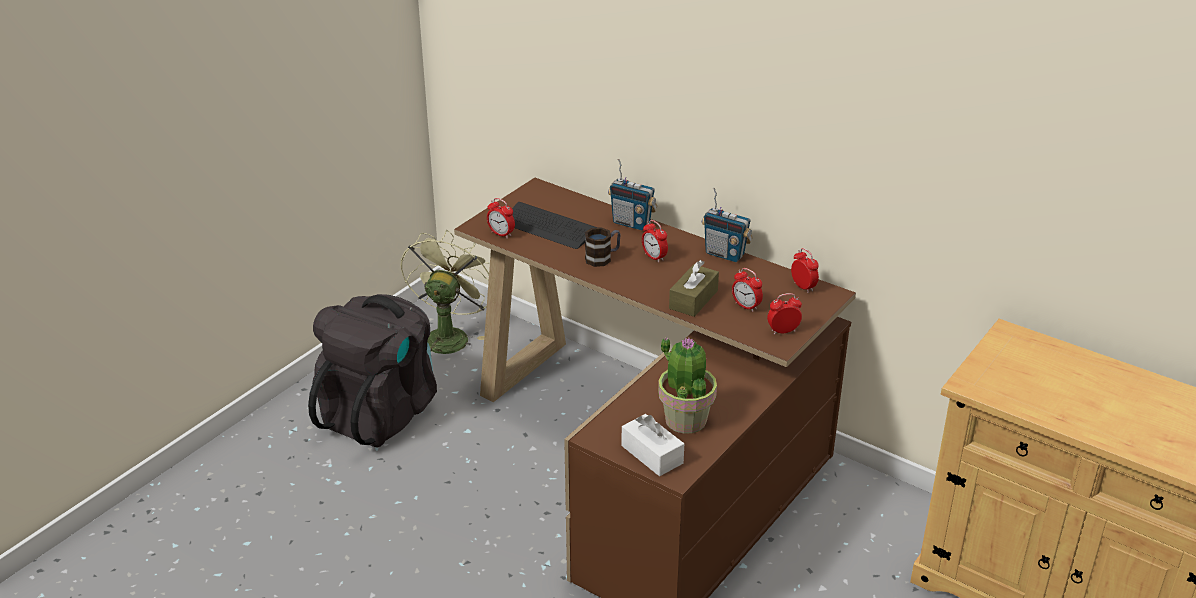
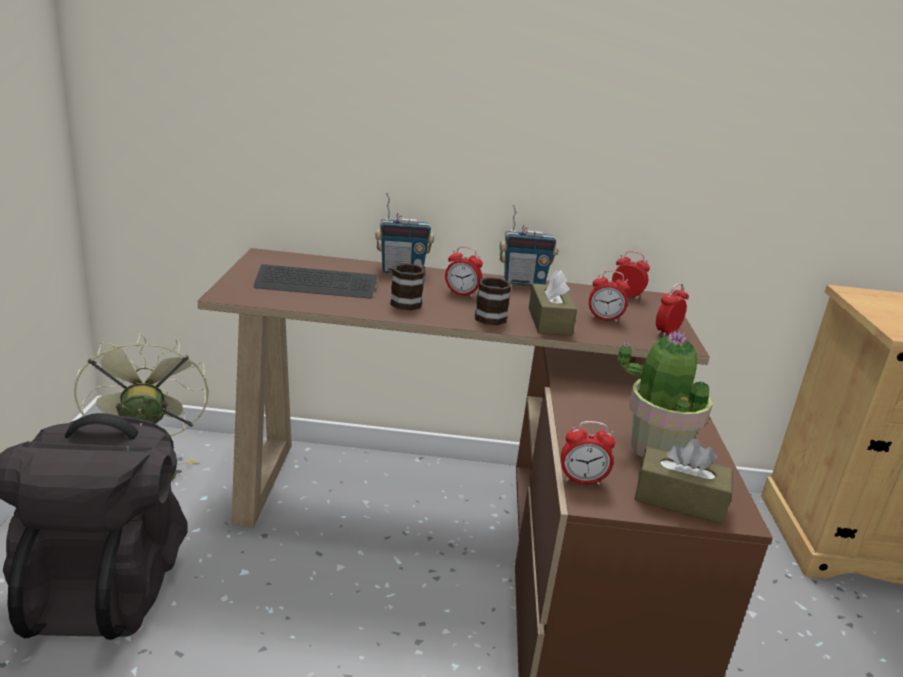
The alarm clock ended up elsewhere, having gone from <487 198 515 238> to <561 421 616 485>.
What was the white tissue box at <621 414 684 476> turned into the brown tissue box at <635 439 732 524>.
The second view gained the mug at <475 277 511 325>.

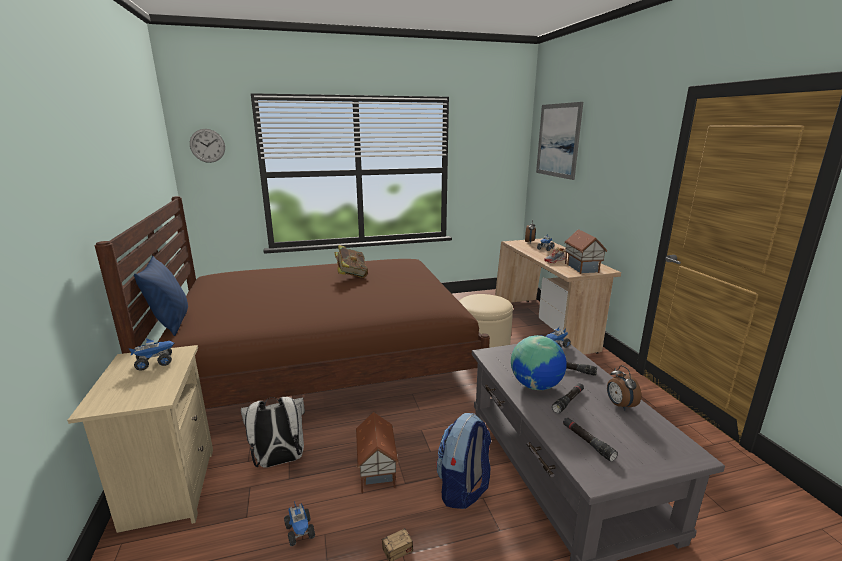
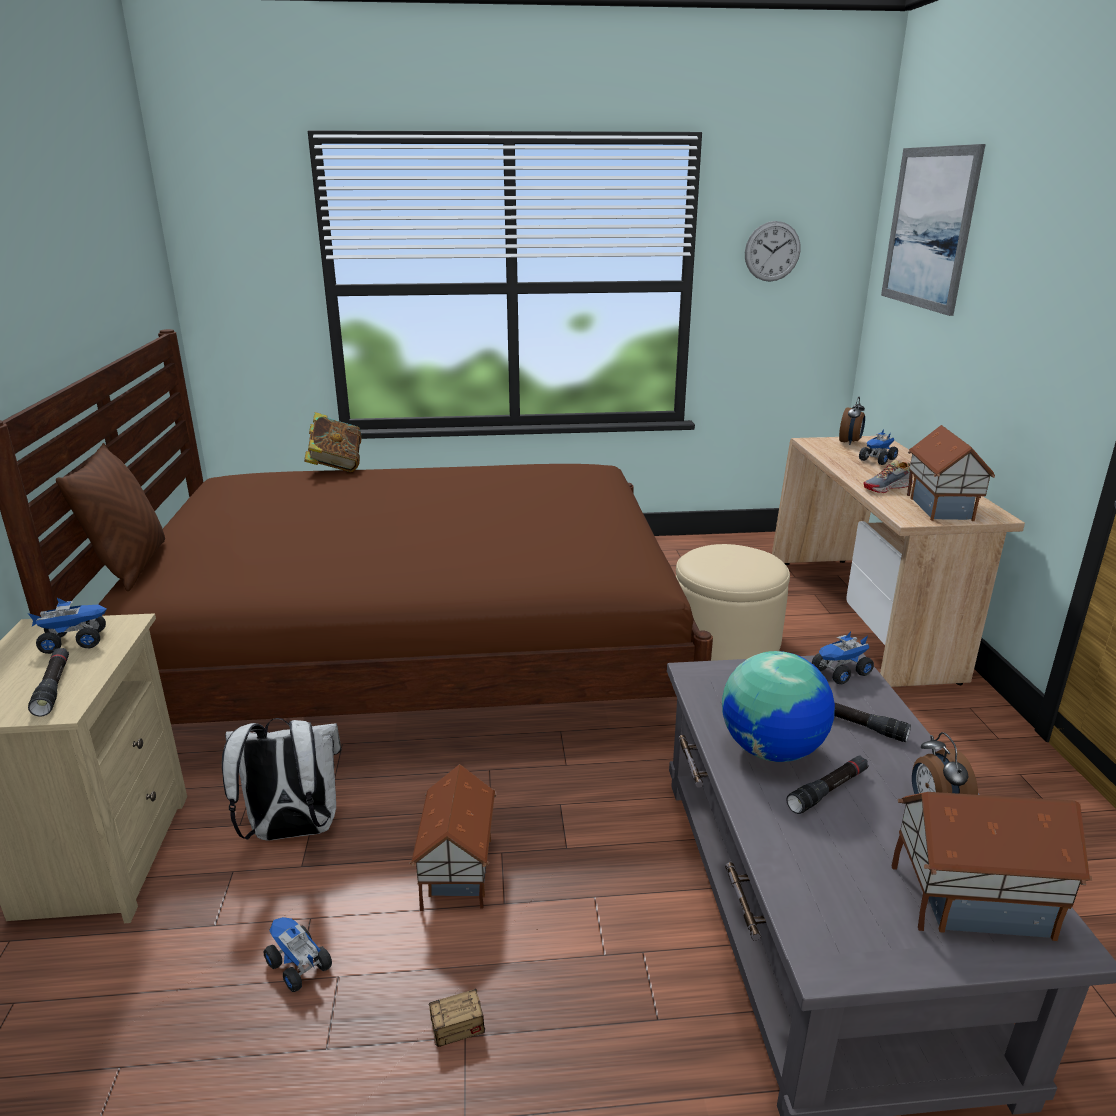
The wall clock ended up elsewhere, having gone from <190 129 225 163> to <745 221 801 282>.
The book ended up elsewhere, having gone from <335 245 368 278> to <304 412 362 472>.
What was the blue pillow at <134 256 188 336> turned into the brown pillow at <56 443 165 591>.
The second view lost the backpack at <436 413 491 509>.
The black flashlight ended up elsewhere, having gone from <563 418 618 462> to <28 648 69 717>.
The toy truck at <284 501 315 546> ended up facing another way, 150 degrees clockwise from before.
The second view gained the toy house at <892 792 1093 941>.

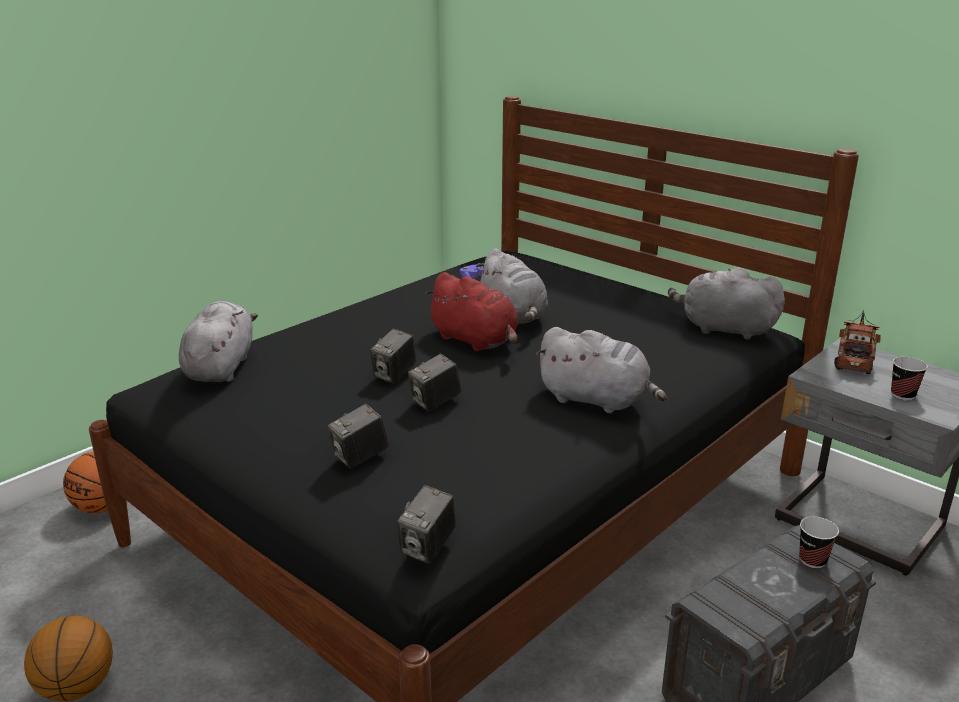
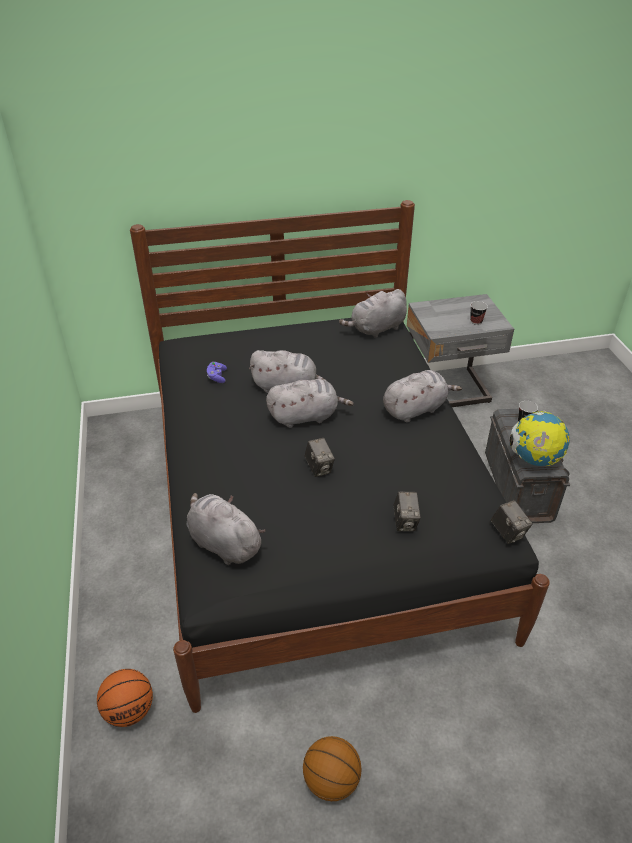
What was the red plush toy at <425 272 518 351> turned into the grey plush toy at <266 379 354 428>.
The second view lost the toy truck at <834 310 881 374>.
The second view lost the photo camera at <408 354 461 412>.
The second view gained the globe at <510 411 570 466>.

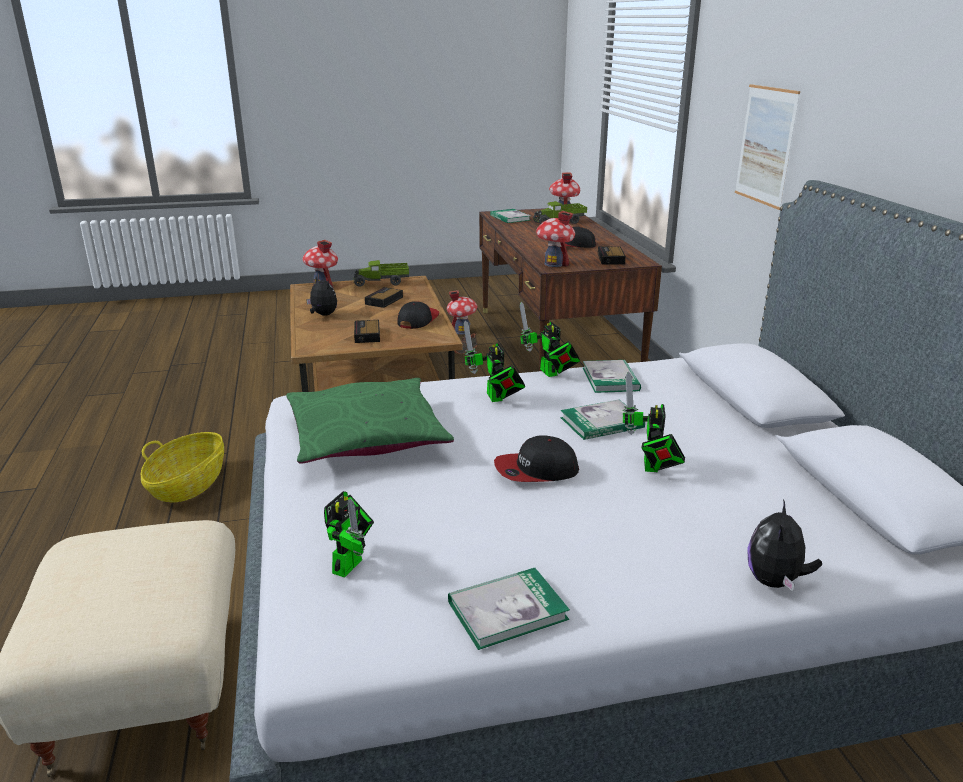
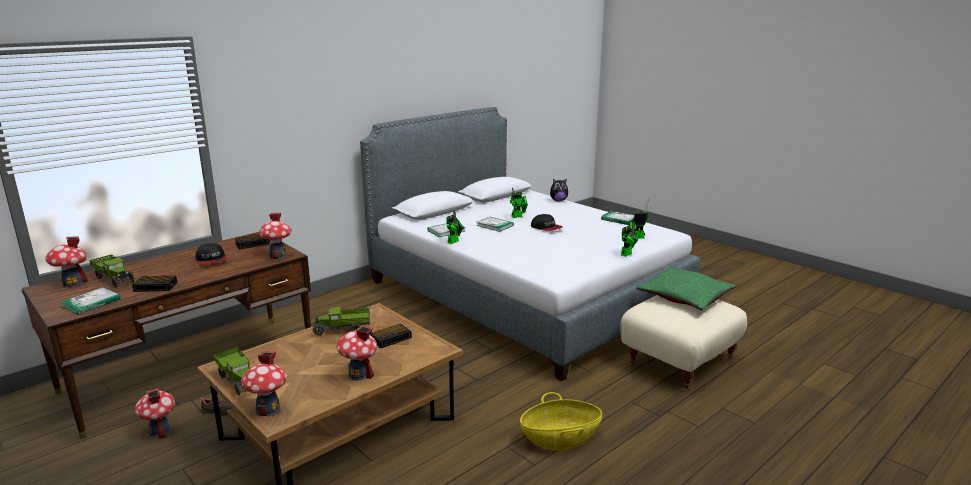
The second view lost the picture at <735 84 800 210>.
Where the plush toy stood at <306 276 337 316>, the toy house came to stand at <337 325 377 380>.
The alarm clock ended up elsewhere, having gone from <365 287 403 308> to <132 276 177 292>.
Where the cap stood at <397 301 439 329>, the toy truck came to stand at <313 307 370 335>.
The toy robot ended up elsewhere, having gone from <463 320 525 402> to <621 222 638 257>.
The green pillow ended up elsewhere, having gone from <286 378 454 464> to <636 267 736 310>.

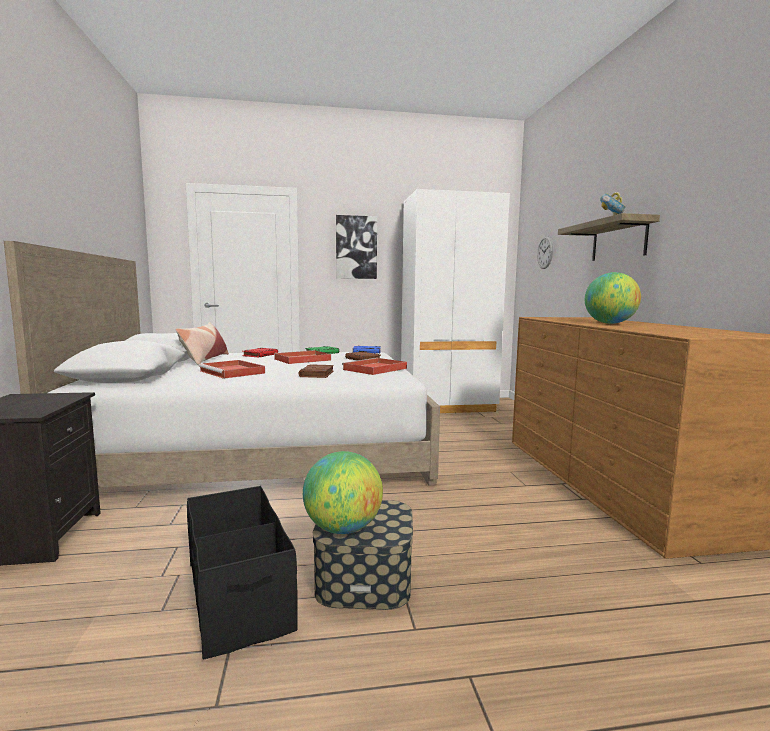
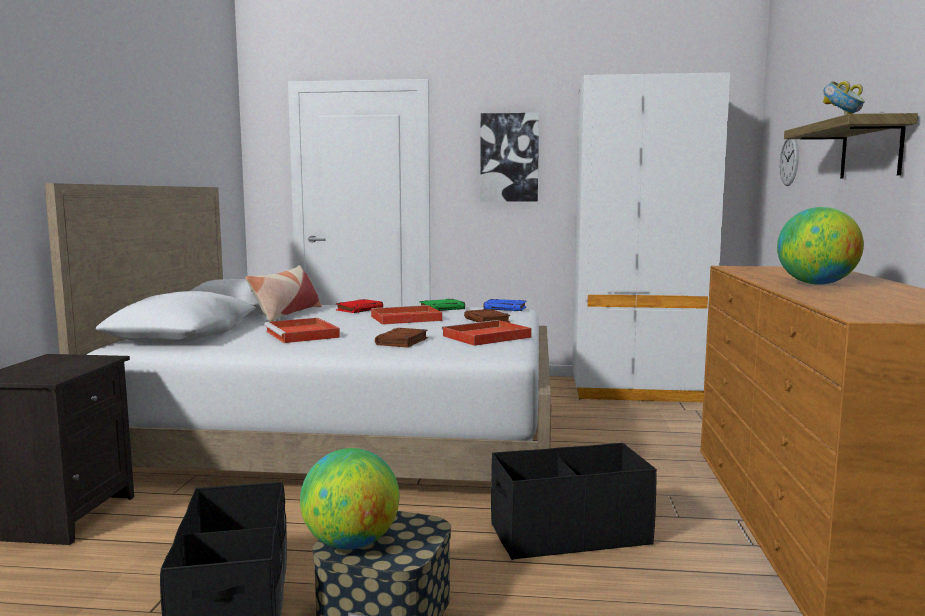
The second view gained the black storage box at <491 443 657 560>.

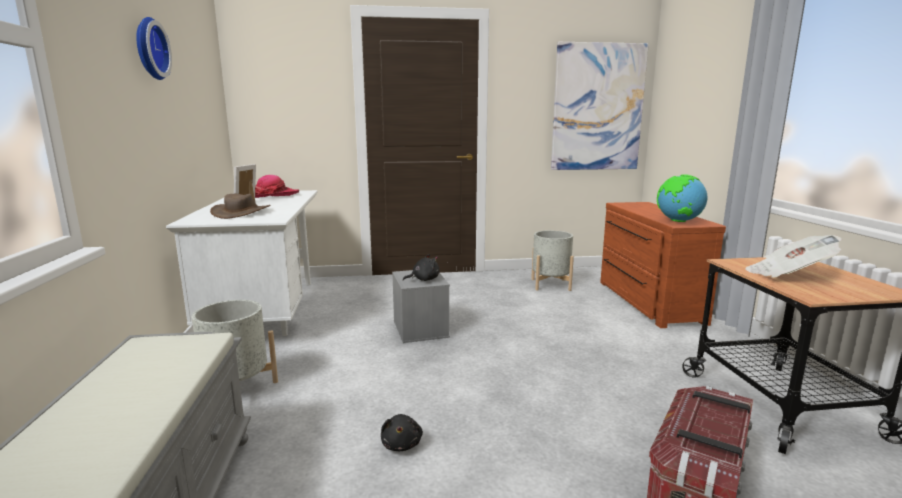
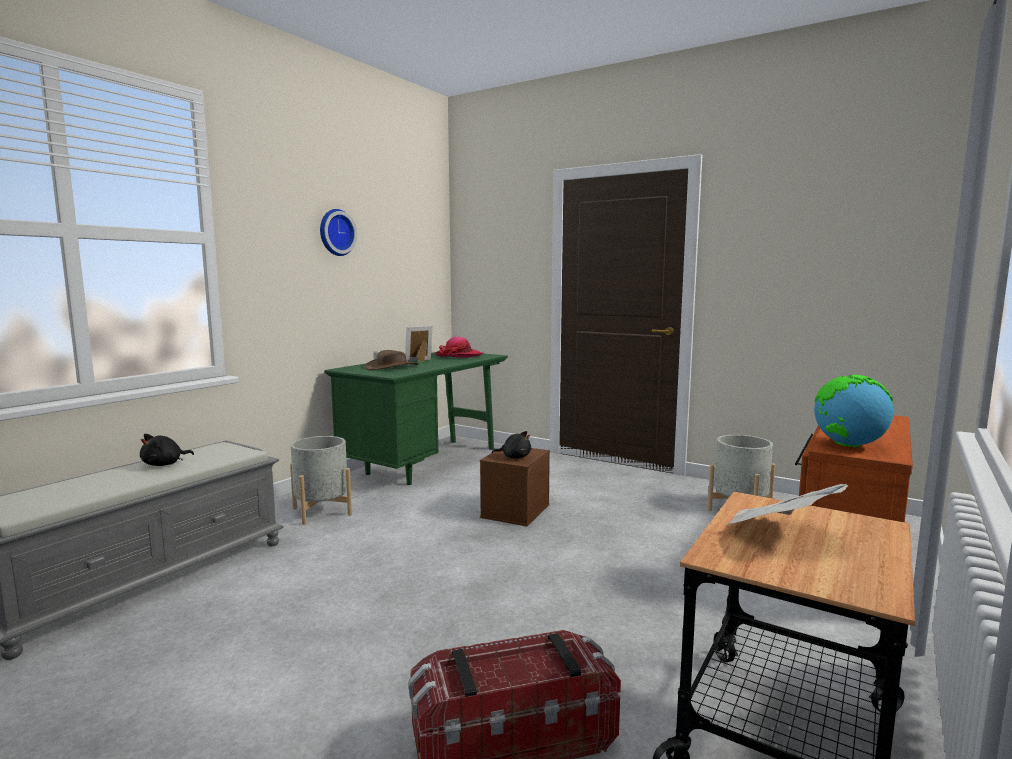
The second view lost the picture at <551 42 649 170>.
What was the white desk at <166 190 318 336> turned into the green desk at <324 352 508 485>.
What was the grey storage box at <392 270 450 343> turned into the brown storage box at <480 448 550 526>.
The black plush toy ended up elsewhere, having gone from <381 414 423 451> to <140 434 194 466>.

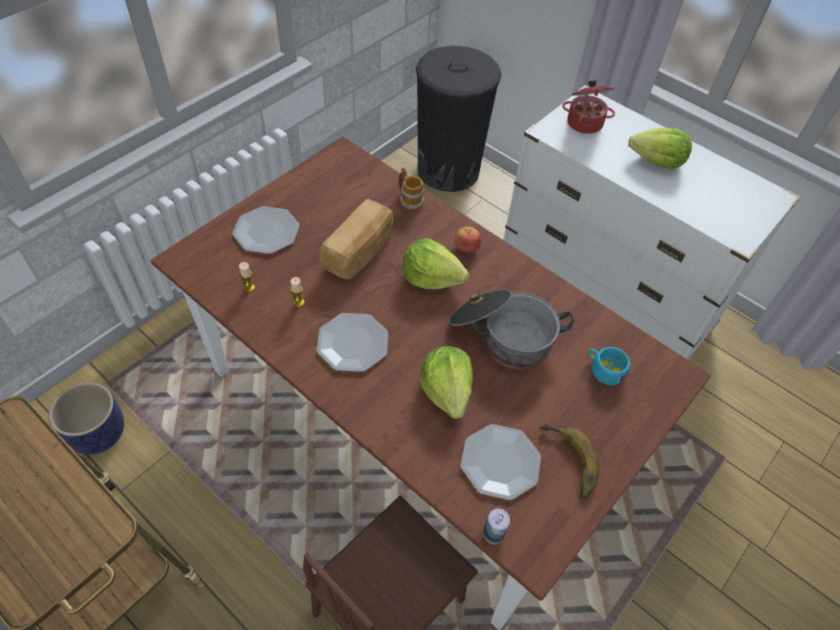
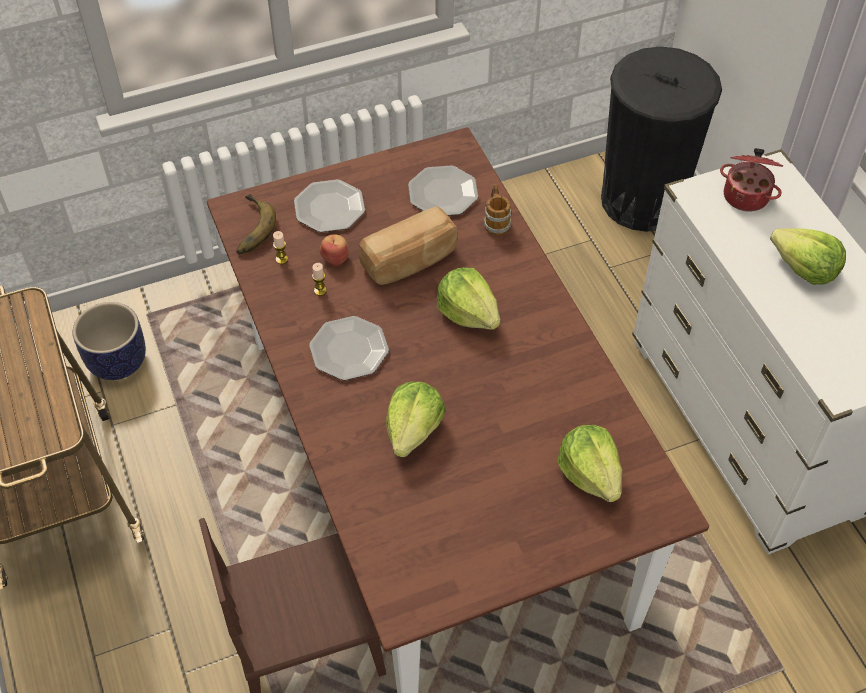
The apple ended up elsewhere, having gone from <455 226 481 254> to <320 234 349 266>.
The second view lost the cooking pot at <449 290 574 367>.
Where the turquoise cup stood at <588 347 630 385>, the lettuce came to stand at <558 425 622 502>.
The plate ended up elsewhere, having gone from <460 424 541 500> to <408 165 478 215>.
The banana ended up elsewhere, having gone from <540 424 600 499> to <236 194 276 255>.
The second view lost the can at <483 508 510 544>.

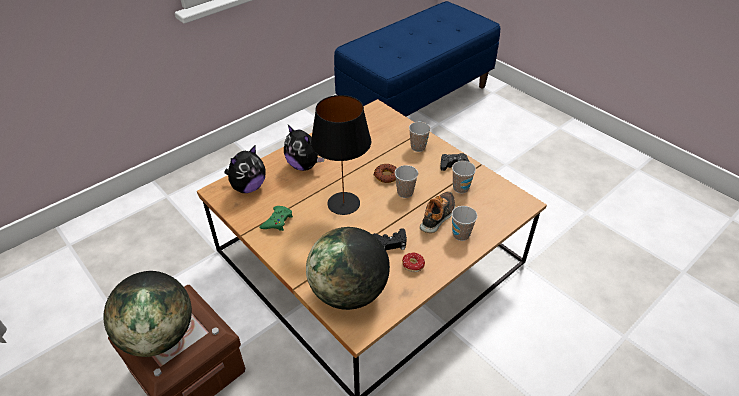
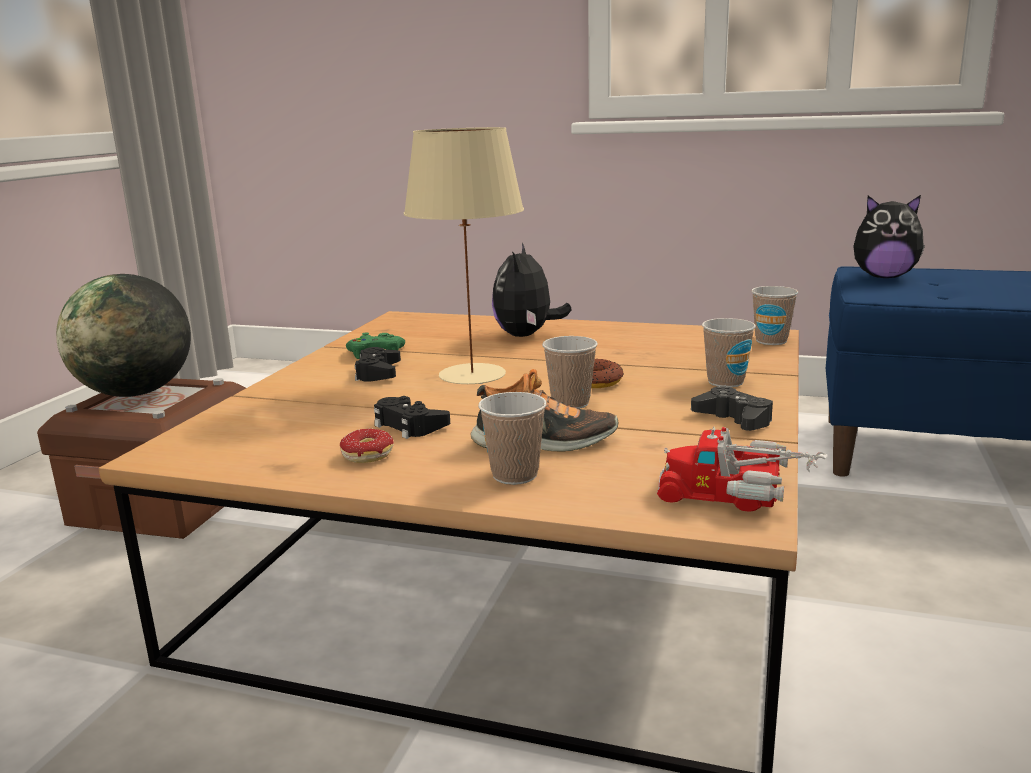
What was the black table lamp at <311 95 371 215> turned into the beige table lamp at <404 127 524 384>.
The plush toy ended up elsewhere, having gone from <225 145 266 193> to <853 195 925 278>.
The cup ended up elsewhere, having gone from <452 161 476 193> to <751 286 798 345>.
The second view lost the globe at <306 227 390 310>.
The second view gained the black game controller at <355 347 401 382>.
The second view gained the toy truck at <657 426 826 512>.

